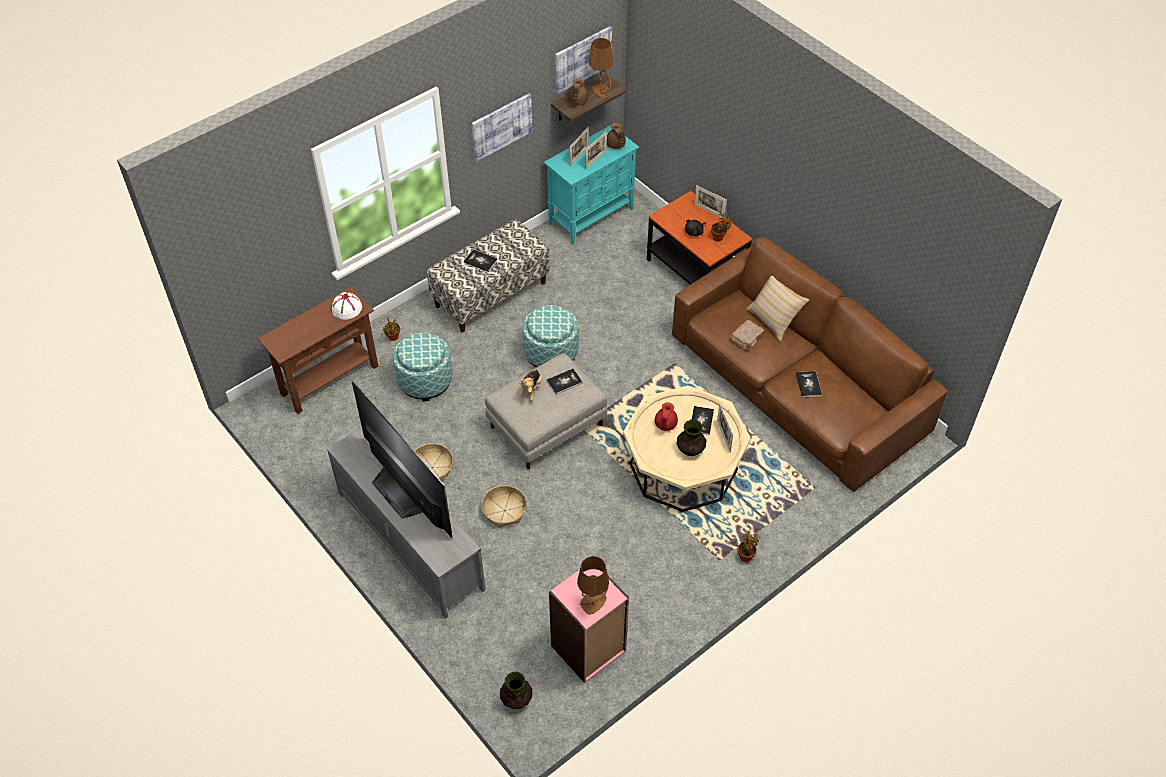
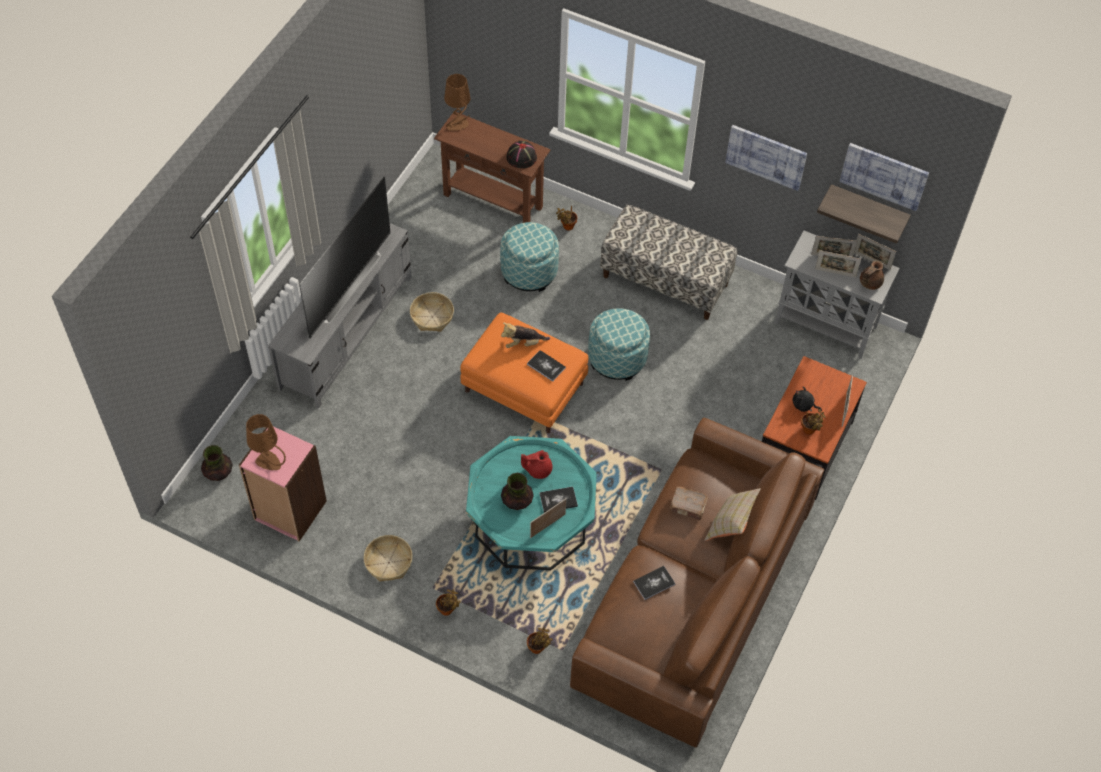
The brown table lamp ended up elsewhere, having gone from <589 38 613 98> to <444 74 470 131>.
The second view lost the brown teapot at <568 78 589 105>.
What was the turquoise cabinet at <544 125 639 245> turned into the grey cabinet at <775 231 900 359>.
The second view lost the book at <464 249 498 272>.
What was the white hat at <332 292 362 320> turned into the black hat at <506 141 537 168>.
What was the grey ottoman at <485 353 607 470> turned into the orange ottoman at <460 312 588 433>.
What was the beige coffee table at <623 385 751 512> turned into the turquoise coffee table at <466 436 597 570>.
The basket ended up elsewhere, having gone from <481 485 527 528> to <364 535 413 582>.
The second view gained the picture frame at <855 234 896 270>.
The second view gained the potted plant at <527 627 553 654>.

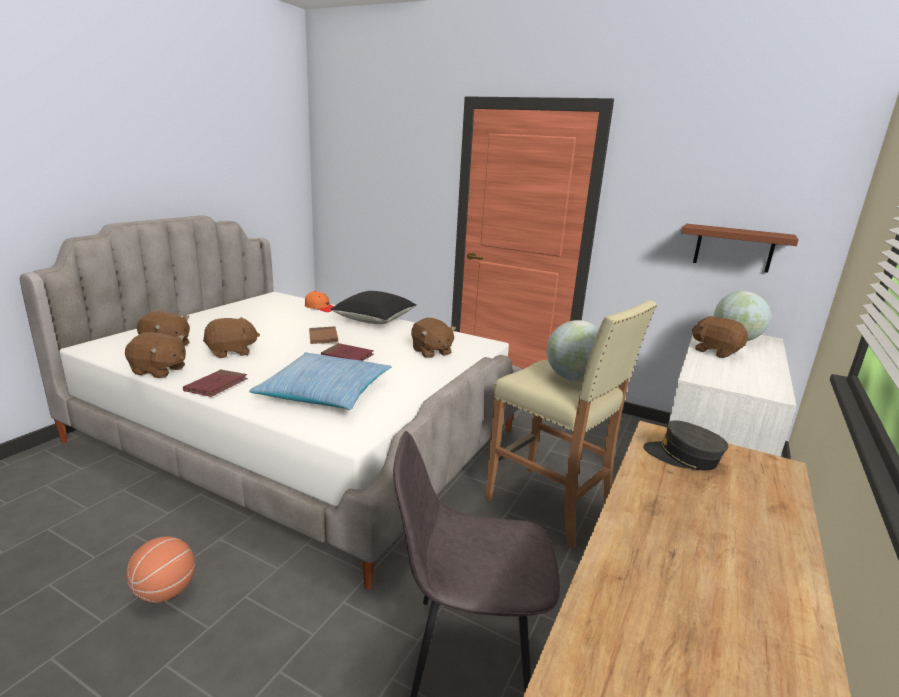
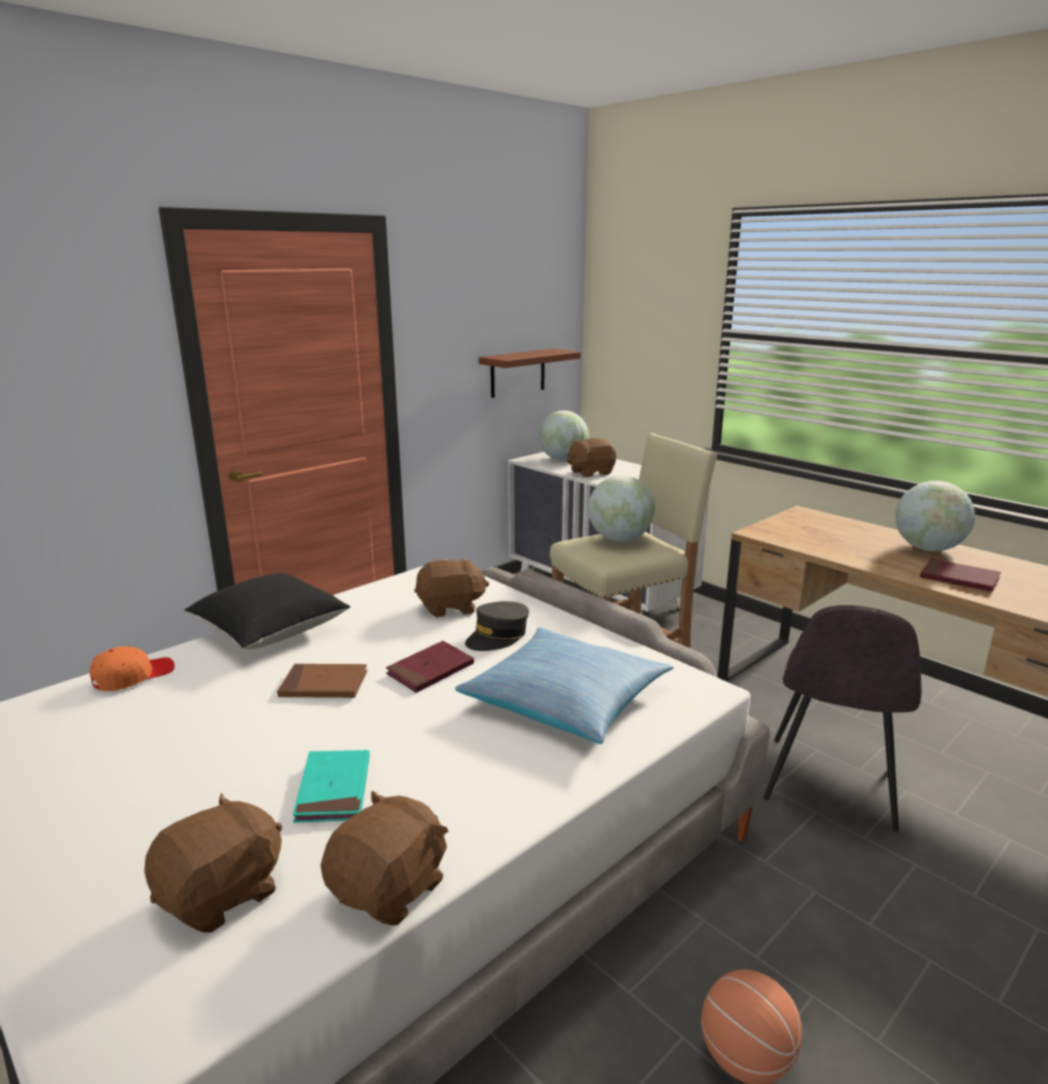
Where the brown plush toy stood at <203 317 260 358>, the turquoise book came to stand at <293 750 370 823>.
The red book ended up elsewhere, having gone from <183 369 248 397> to <920 559 1001 592>.
The grey cap ended up elsewhere, having gone from <643 420 728 471> to <465 601 529 651>.
The second view gained the globe at <895 481 975 551>.

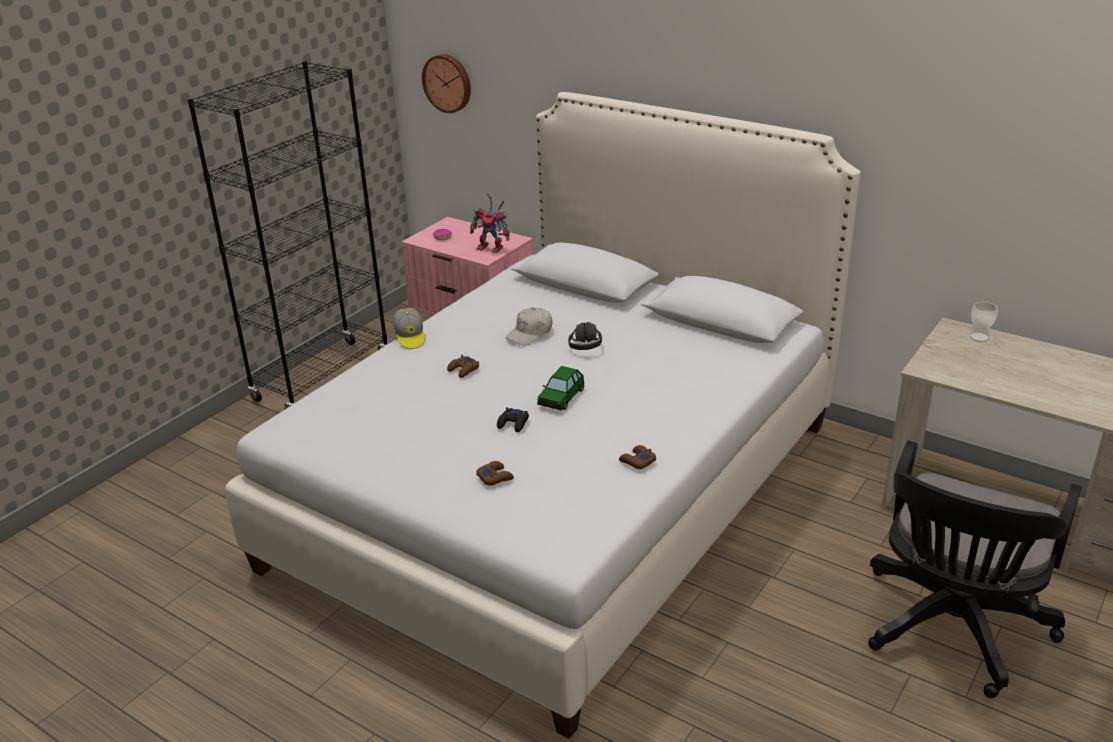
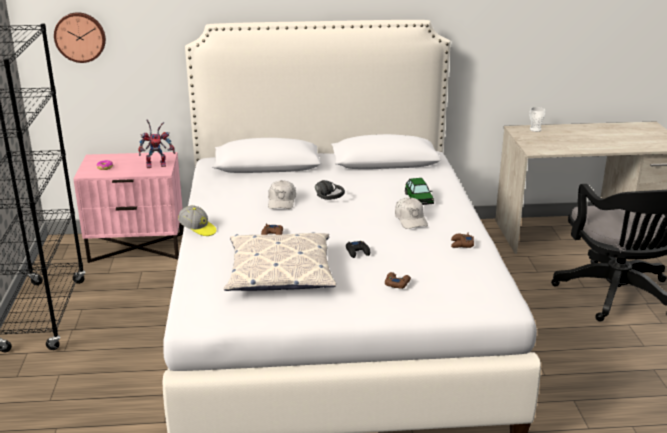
The toy car ended up elsewhere, having gone from <537 366 584 410> to <405 178 434 205>.
The second view gained the white cap at <395 198 428 229>.
The second view gained the pillow at <224 232 336 291>.

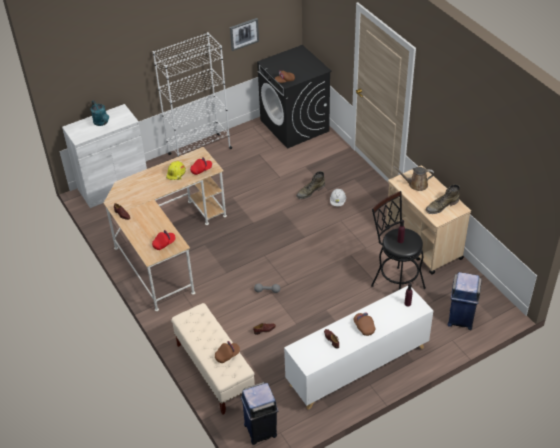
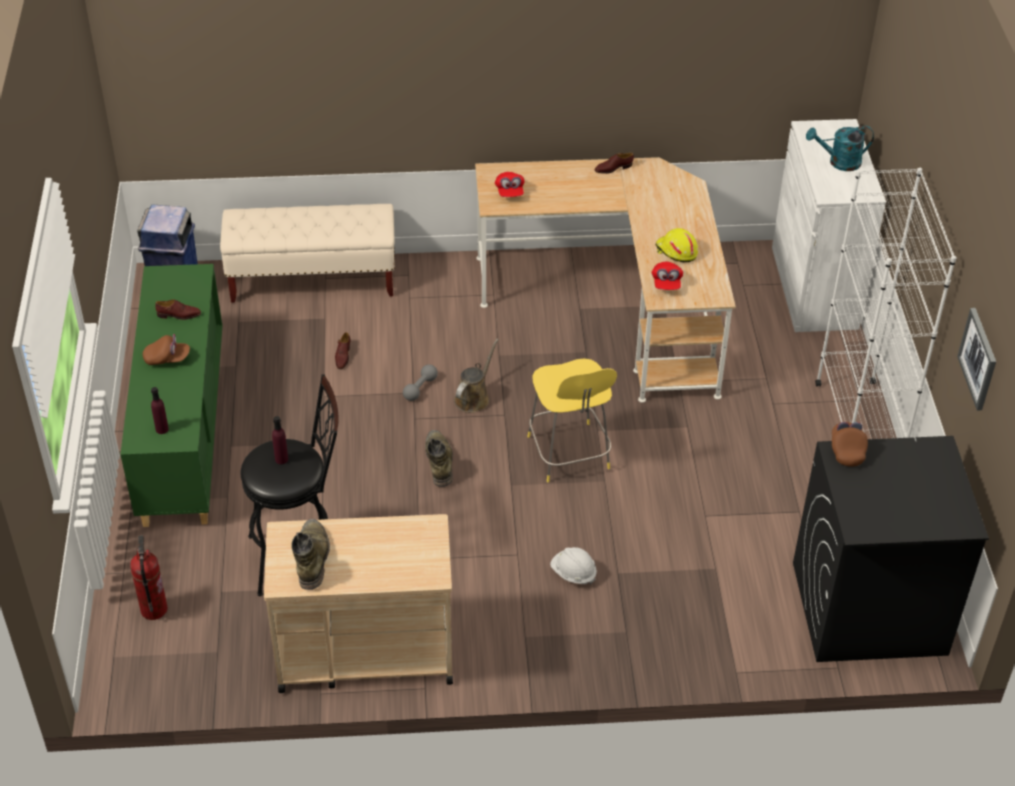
The brown watering can ended up elsewhere, having gone from <393 166 434 191> to <454 339 499 413>.
The green boot ended up elsewhere, having gone from <296 171 325 199> to <425 430 453 487>.
Where the blue trash can stood at <448 272 482 330>, the fire extinguisher came to stand at <130 535 168 620>.
What was the white cabinet at <284 286 434 410> turned into the green cabinet at <120 264 223 527>.
The second view lost the brown cap at <215 341 240 363>.
The second view gained the yellow stool at <527 359 617 483>.

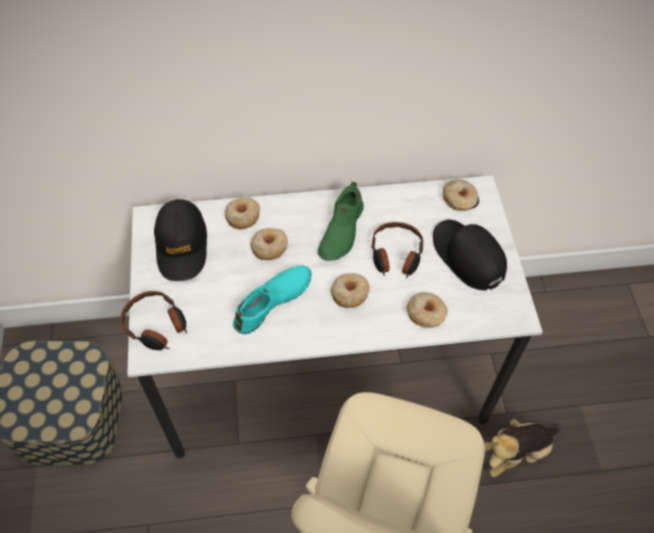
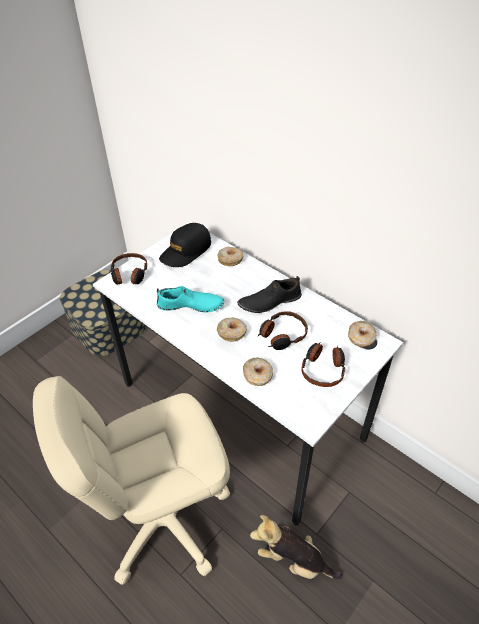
What was the green shoe at <318 182 364 261> turned into the black shoe at <237 276 302 313>.
Where the black cap stood at <433 220 507 291>, the headphones came to stand at <302 342 345 387>.
The second view lost the donut at <250 228 288 260>.

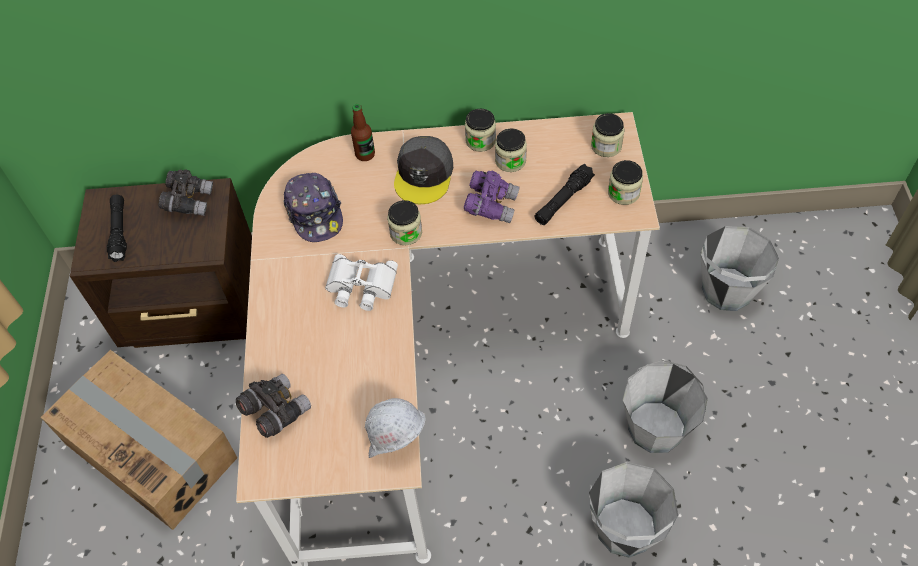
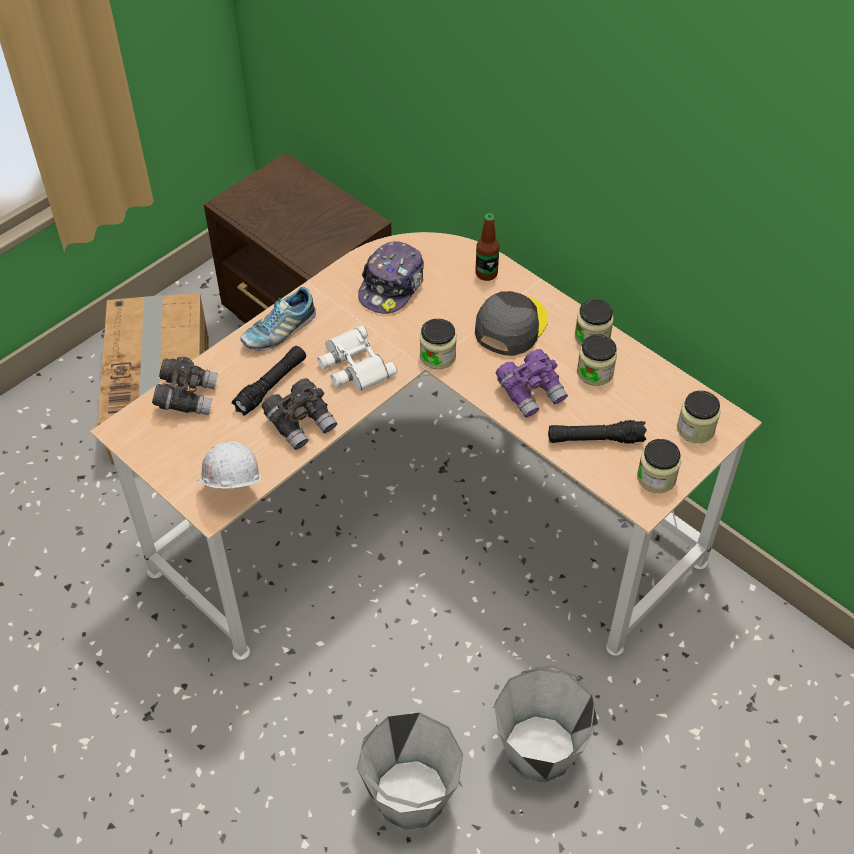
The grey cap at <394 136 453 204> ended up facing another way, 150 degrees clockwise from before.
The grey binoculars ended up elsewhere, having gone from <158 169 213 216> to <262 378 337 450>.
The black flashlight ended up elsewhere, having gone from <107 195 127 262> to <231 346 306 416>.
The second view lost the grey bucket at <700 226 779 311>.
The second view gained the shoe at <240 287 316 351>.

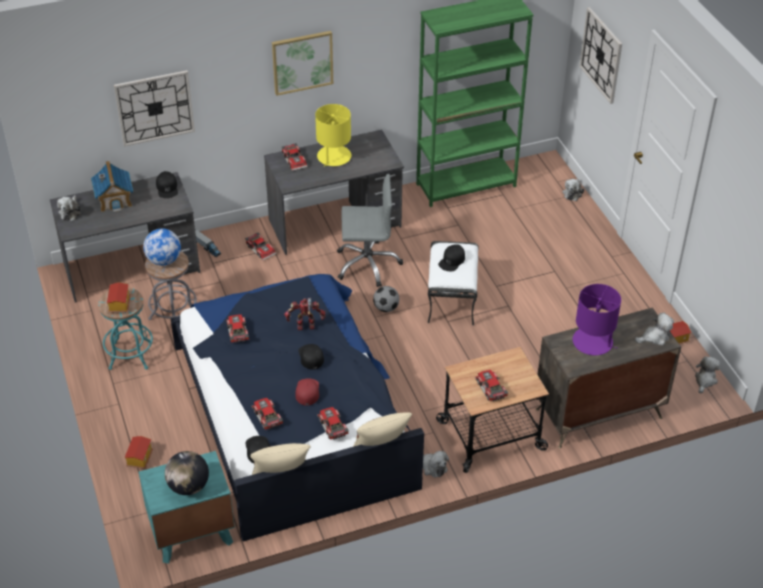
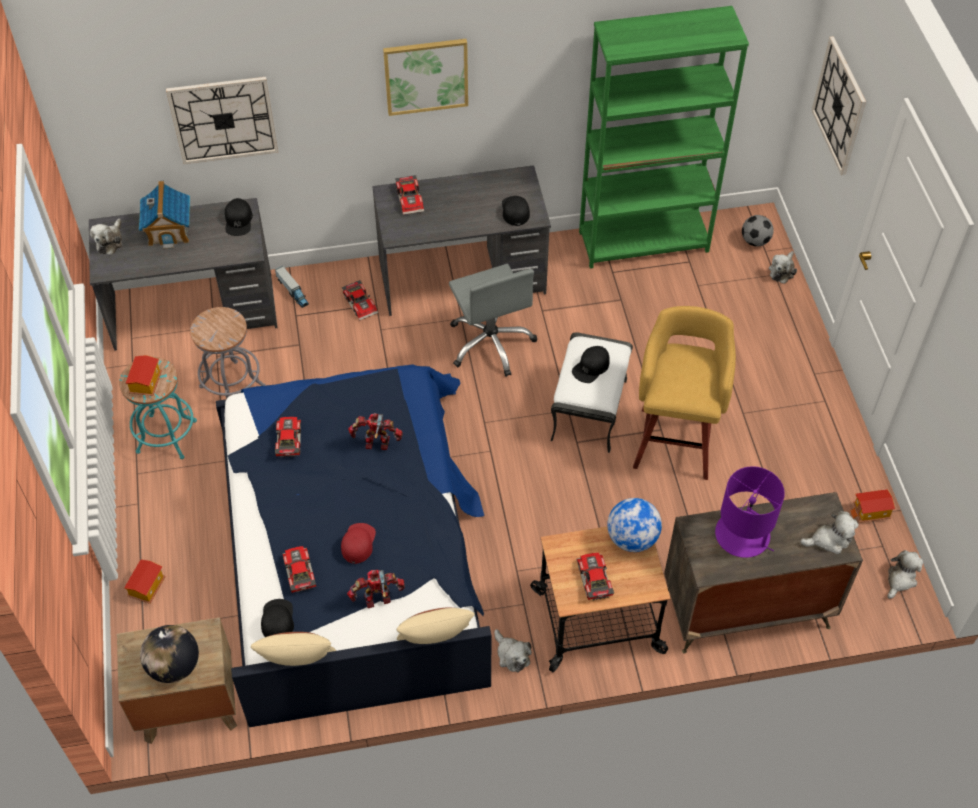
The second view lost the yellow table lamp at <315 104 351 167>.
The grey office chair at <337 174 403 287> ended up facing another way, 60 degrees clockwise from before.
The globe ended up elsewhere, having gone from <143 228 181 266> to <607 498 662 552>.
The football ended up elsewhere, having gone from <373 286 399 312> to <742 215 774 246>.
The black cap ended up elsewhere, having gone from <298 344 324 370> to <502 196 530 226>.
Where the toy car stood at <317 407 349 440>, the toy robot came to stand at <347 570 405 608>.
What was the turquoise nightstand at <139 451 235 564> turned into the brown nightstand at <117 618 237 744>.
The second view gained the yellow stool at <633 306 736 480>.

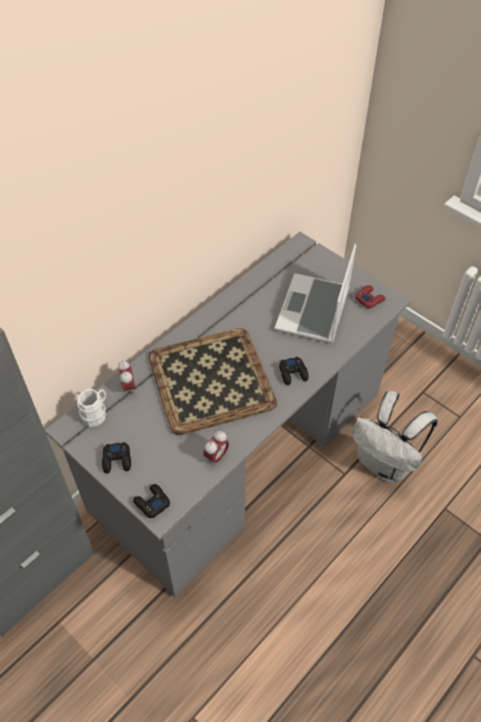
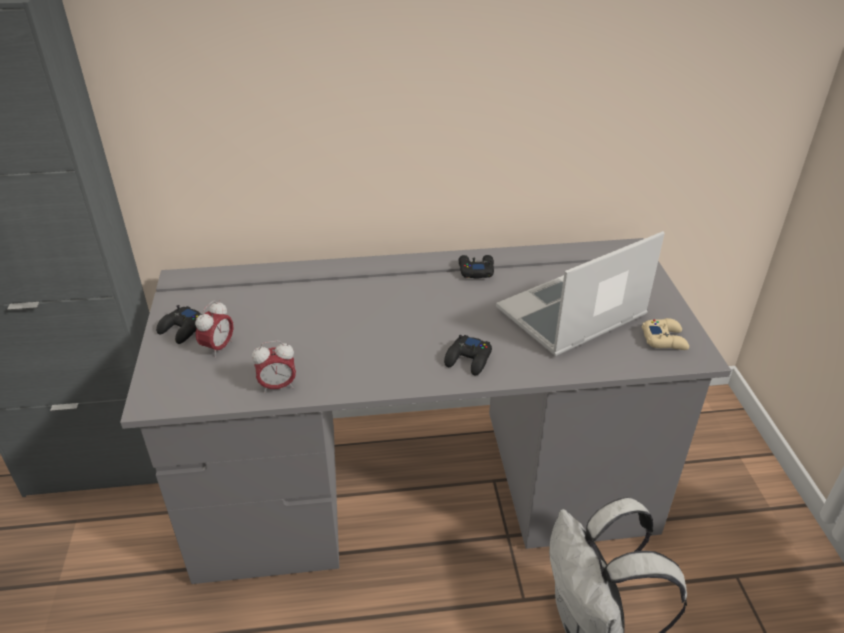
What was the red game controller at <355 285 386 309> turned into the beige game controller at <642 318 689 350>.
The second view lost the tray at <148 328 277 435>.
The alarm clock ended up elsewhere, having gone from <118 360 135 392> to <195 301 233 358>.
The second view lost the white mug at <77 389 106 427>.
The black game controller ended up elsewhere, having gone from <133 484 170 518> to <459 255 494 279>.

